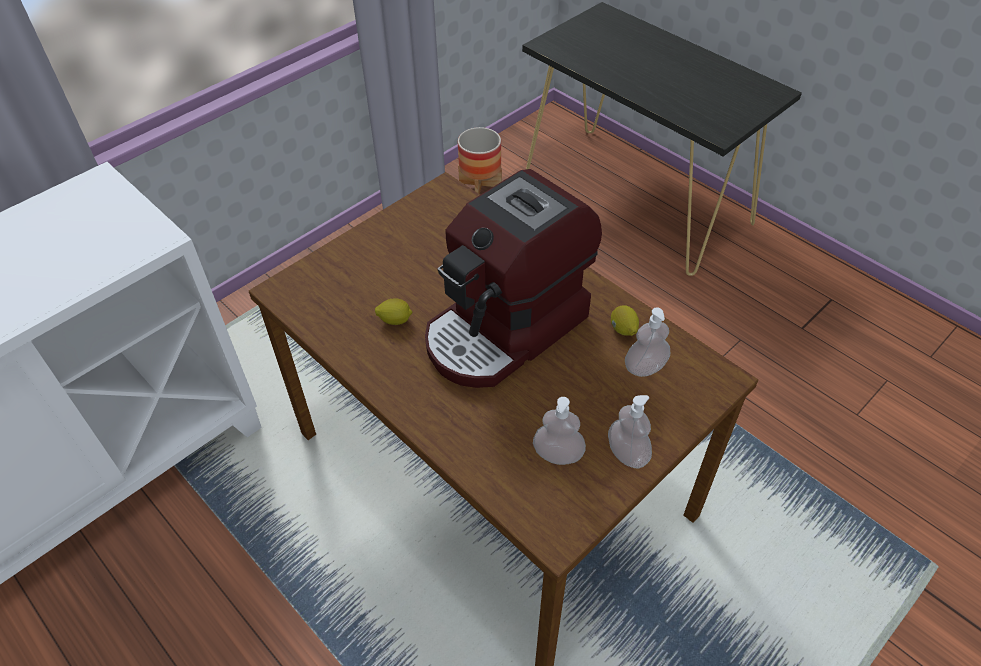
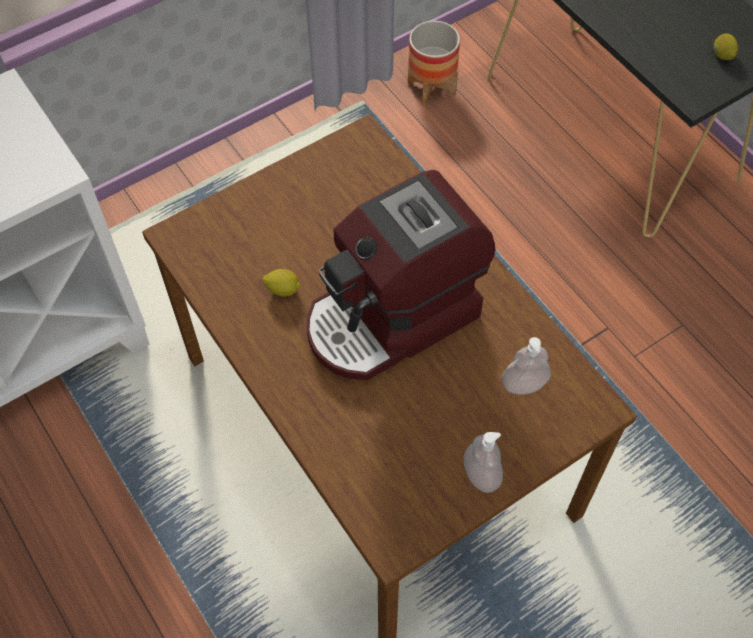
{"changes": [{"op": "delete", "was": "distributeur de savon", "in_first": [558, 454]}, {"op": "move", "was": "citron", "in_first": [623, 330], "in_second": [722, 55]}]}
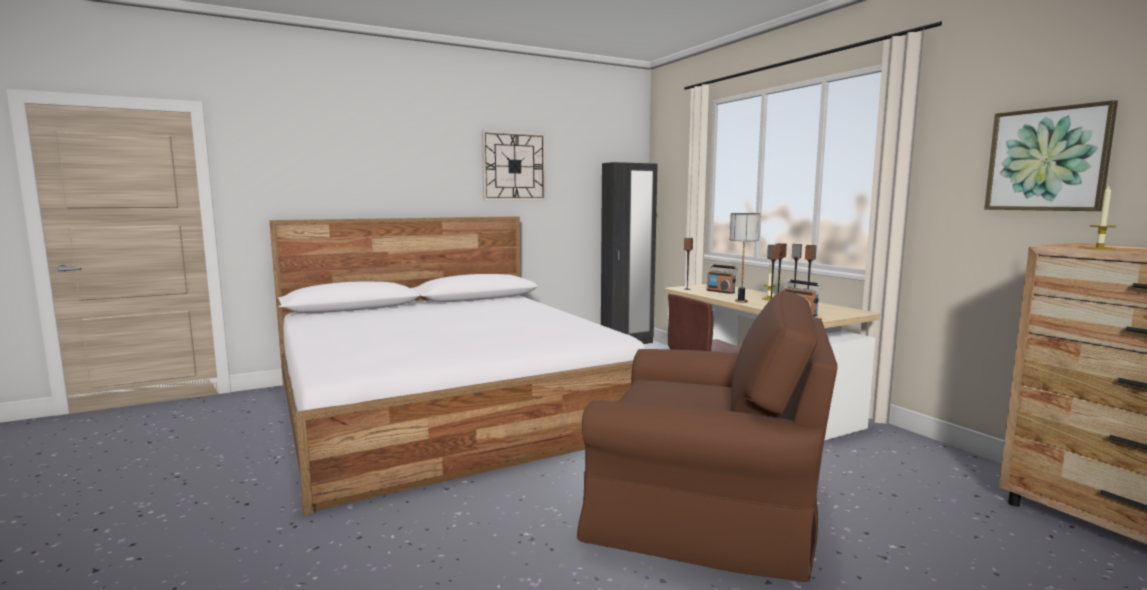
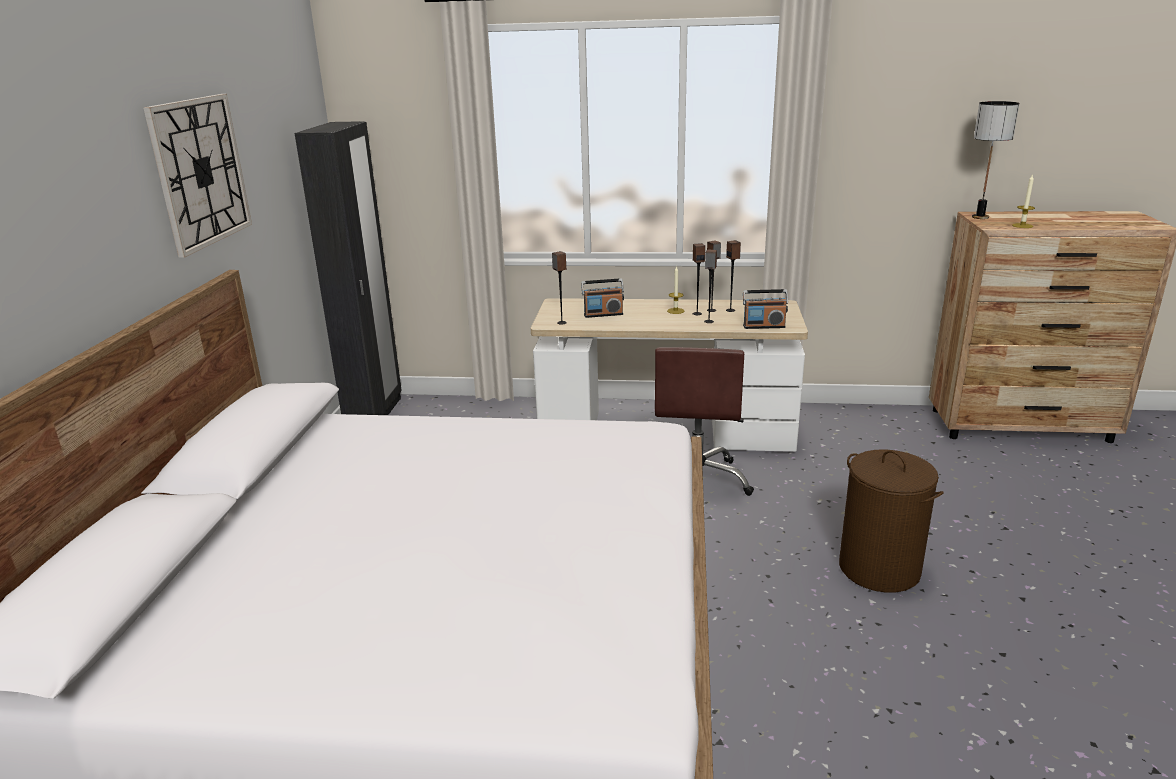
{"changes": [{"op": "replace", "was": "fauteuil [marron]", "now": "panier à linge [marron]", "in_first": [705, 506], "in_second": [880, 569]}, {"op": "move", "was": "lampe de table", "in_first": [741, 301], "in_second": [979, 217]}, {"op": "delete", "was": "tableau", "in_first": [1047, 159]}]}
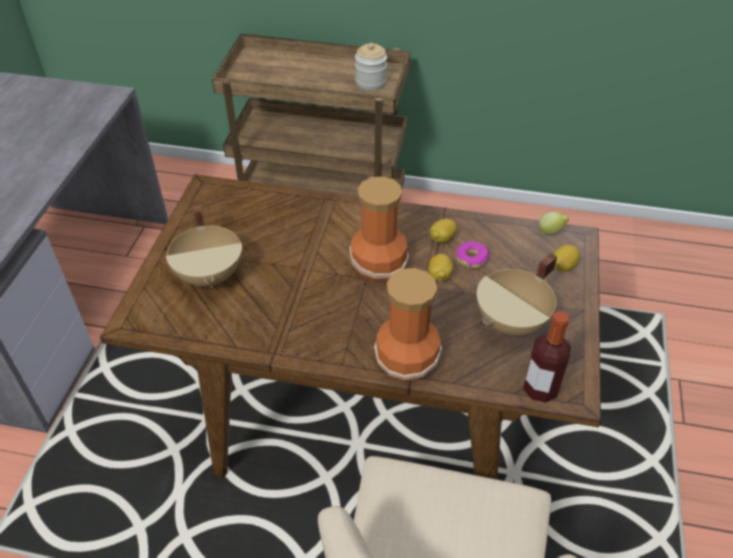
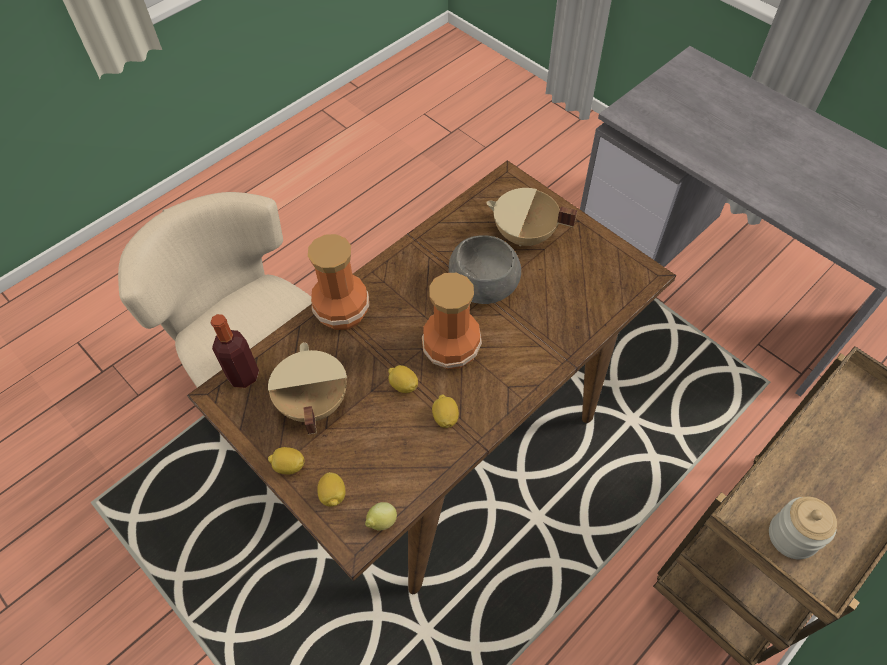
{"changes": [{"op": "delete", "was": "beignet", "in_first": [471, 259]}, {"op": "insert", "now": "citron", "in_second": [289, 466]}, {"op": "insert", "now": "bol [gris]", "in_second": [482, 286]}]}
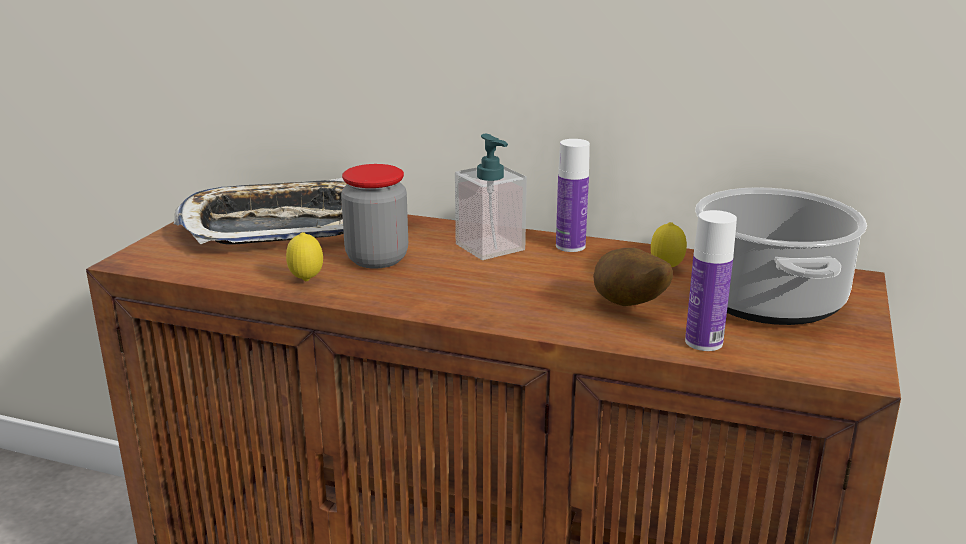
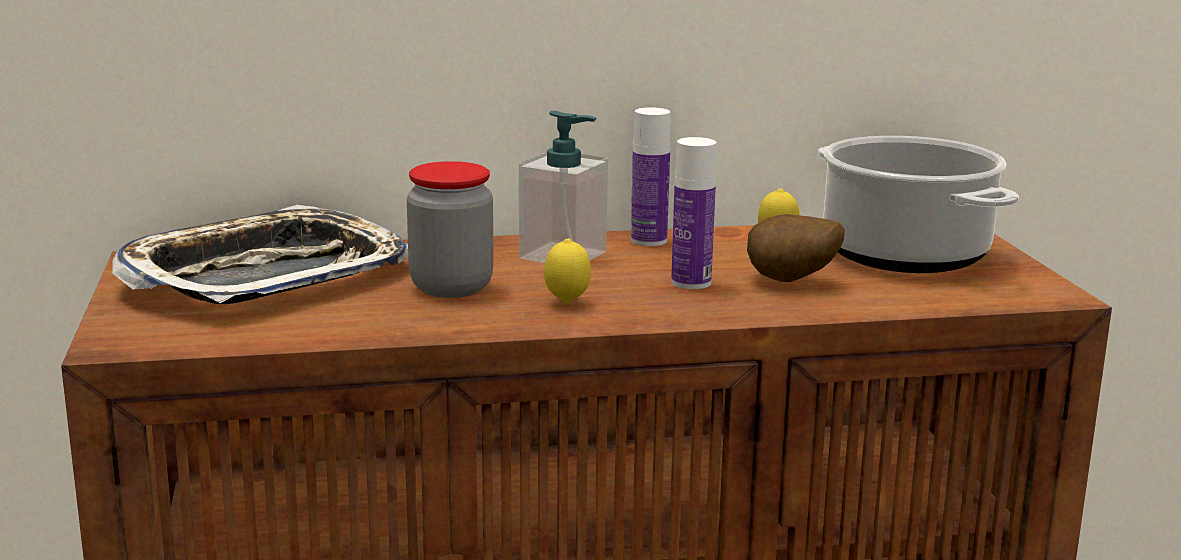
{"changes": [{"op": "move", "was": "citron", "in_first": [306, 281], "in_second": [567, 303]}, {"op": "move", "was": "bouteille", "in_first": [703, 342], "in_second": [691, 282]}]}
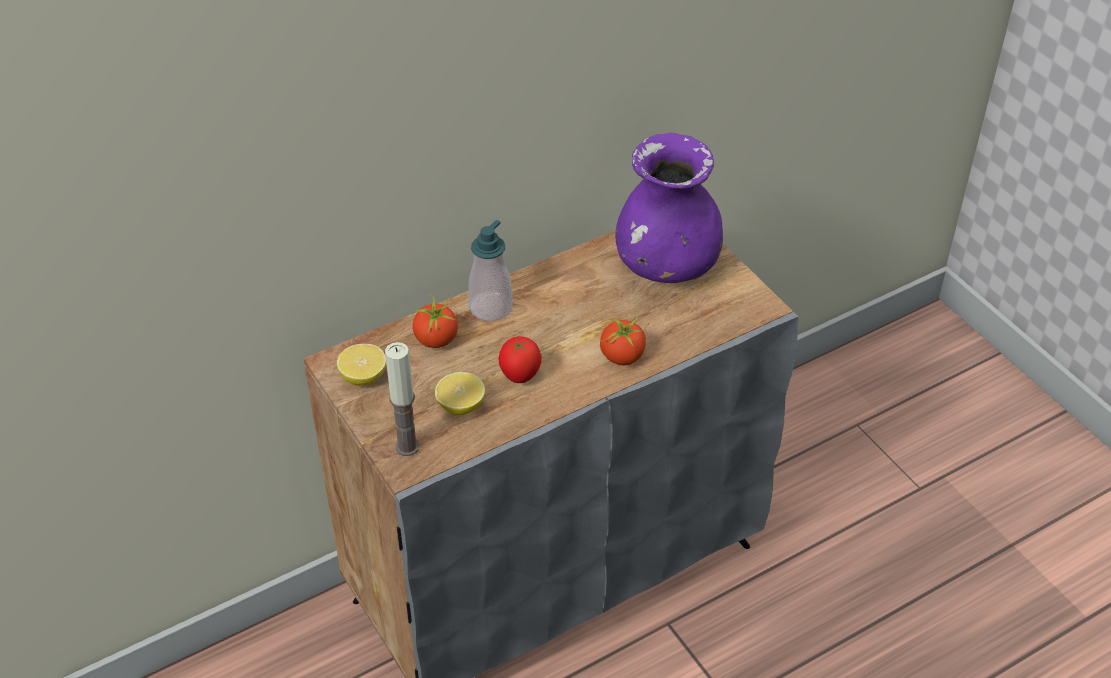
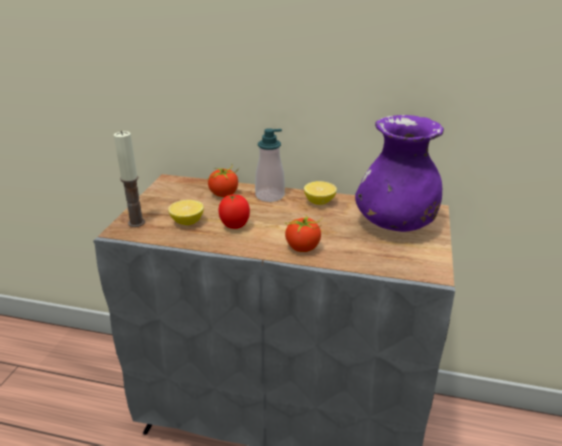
{"changes": [{"op": "move", "was": "citron", "in_first": [363, 377], "in_second": [319, 202]}]}
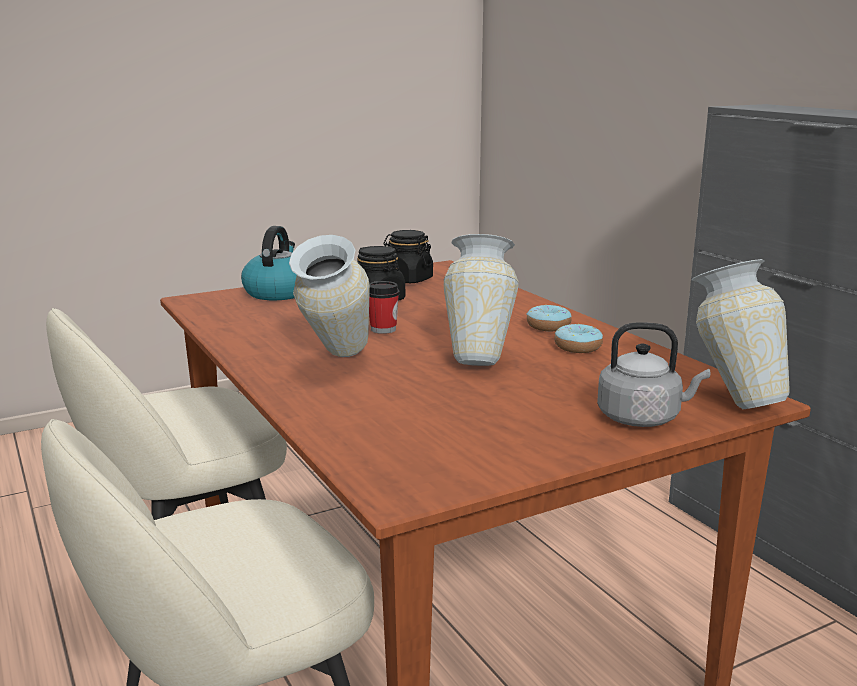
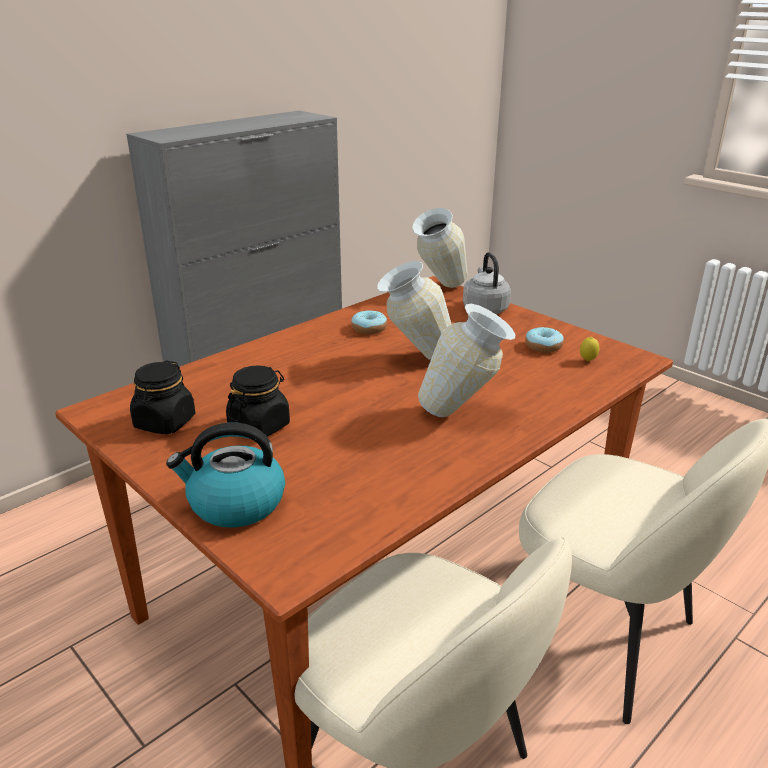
{"changes": [{"op": "delete", "was": "tasse", "in_first": [383, 329]}, {"op": "move", "was": "beignet", "in_first": [548, 326], "in_second": [543, 346]}, {"op": "insert", "now": "citron", "in_second": [587, 361]}]}
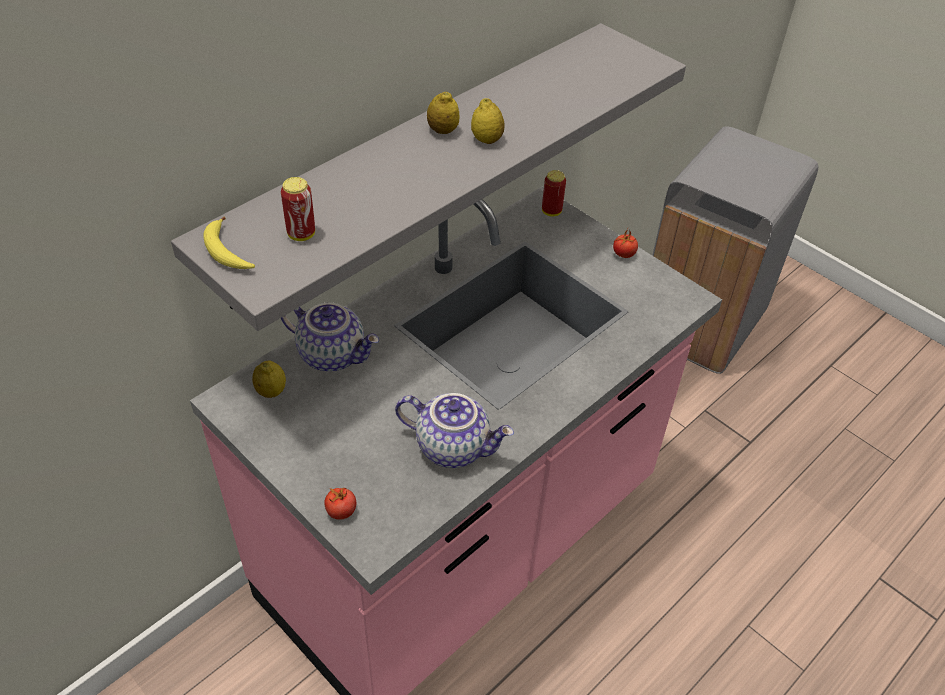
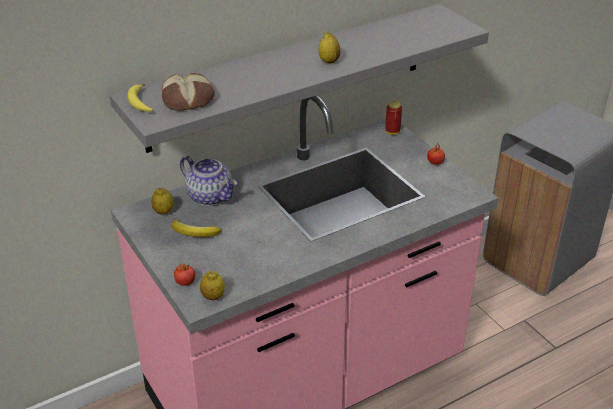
{"changes": [{"op": "replace", "was": "boîte métallique", "now": "pain", "in_first": [301, 234], "in_second": [188, 98]}, {"op": "delete", "was": "théière", "in_first": [454, 446]}, {"op": "move", "was": "citron", "in_first": [442, 131], "in_second": [213, 296]}, {"op": "insert", "now": "banane", "in_second": [194, 233]}]}
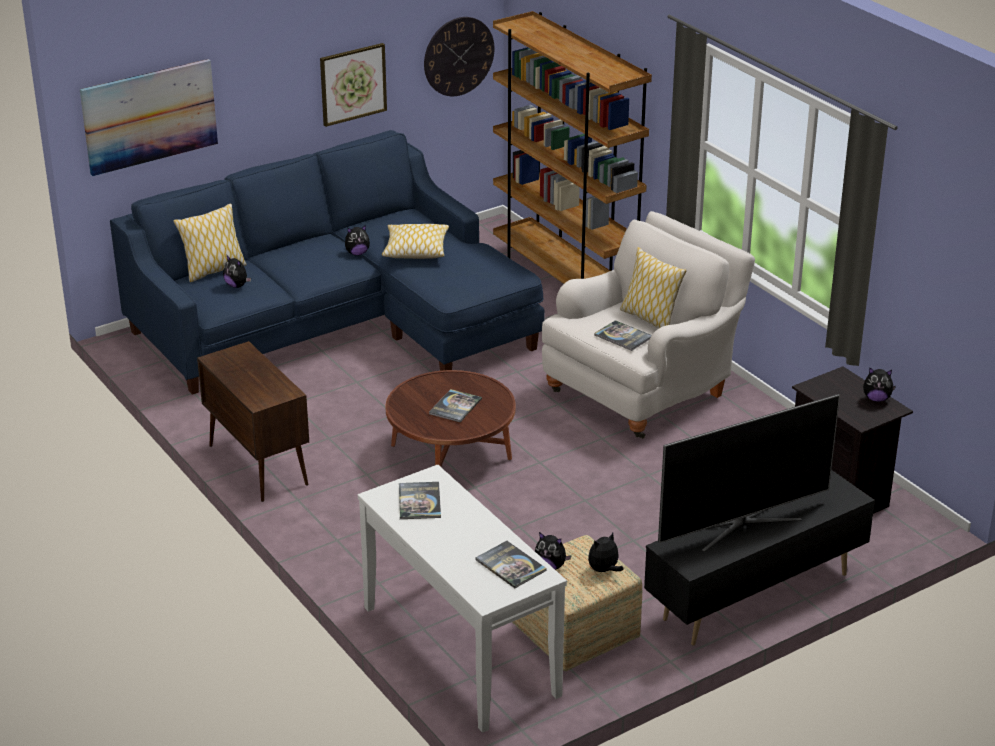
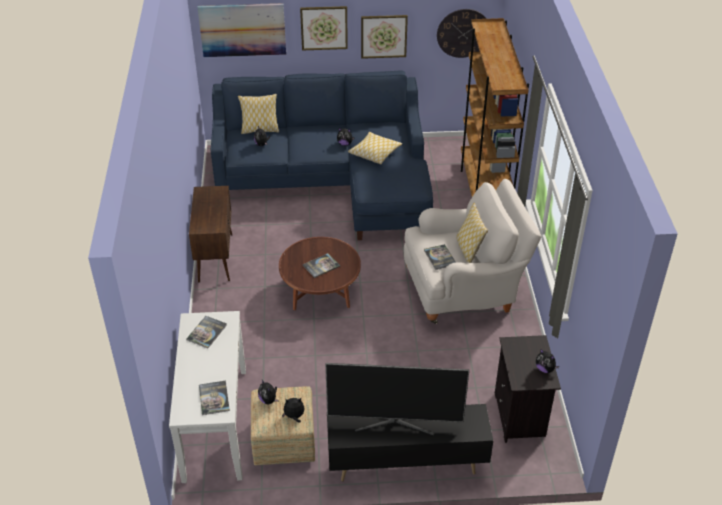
{"changes": [{"op": "insert", "now": "tableau", "in_second": [324, 27]}]}
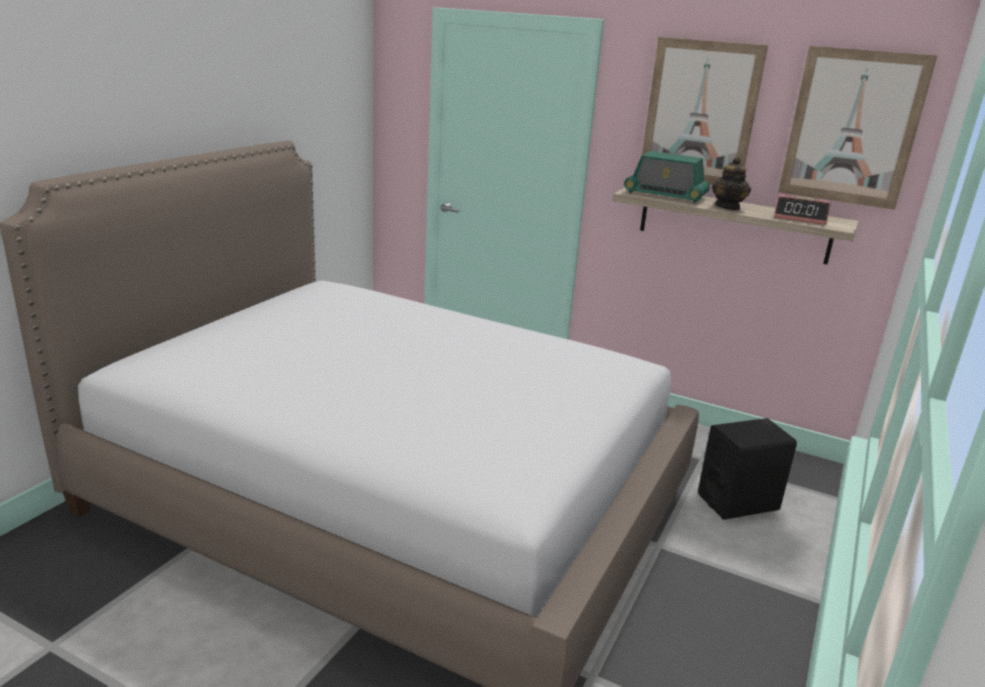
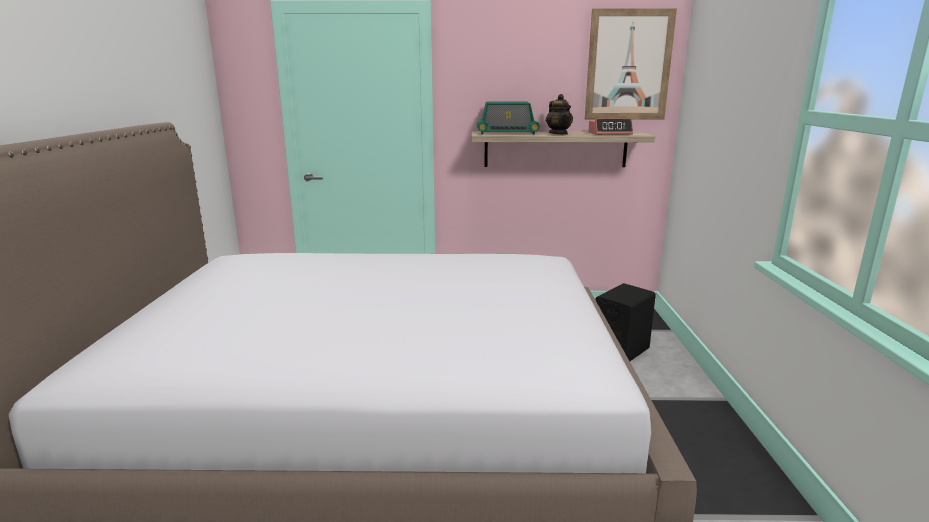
{"changes": [{"op": "delete", "was": "tableau", "in_first": [700, 113]}]}
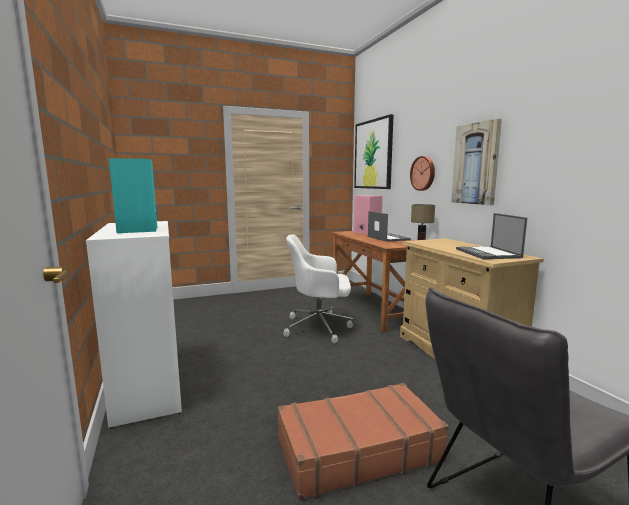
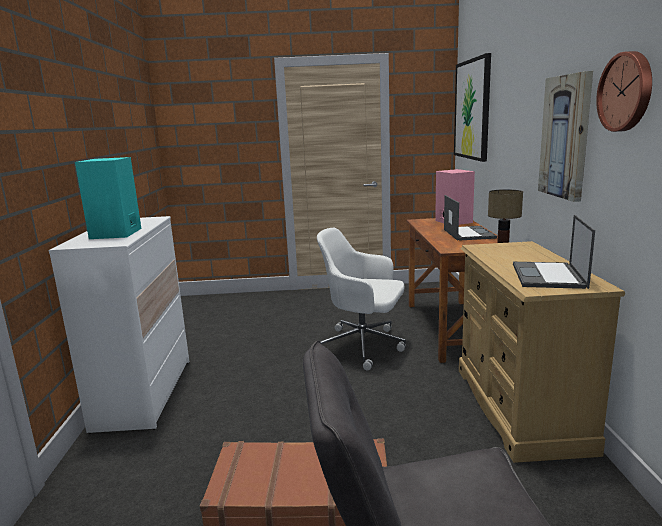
{"changes": [{"op": "move", "was": "horloge murale", "in_first": [423, 173], "in_second": [627, 92]}]}
